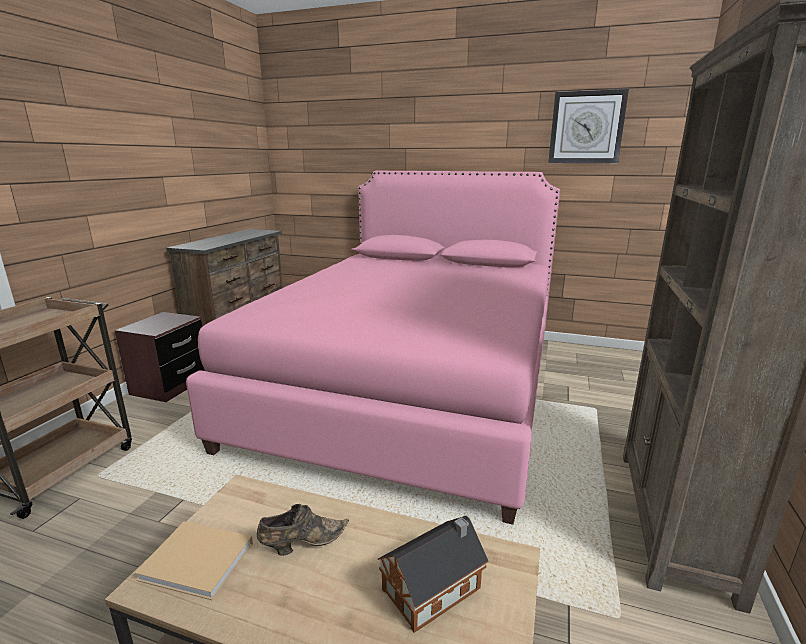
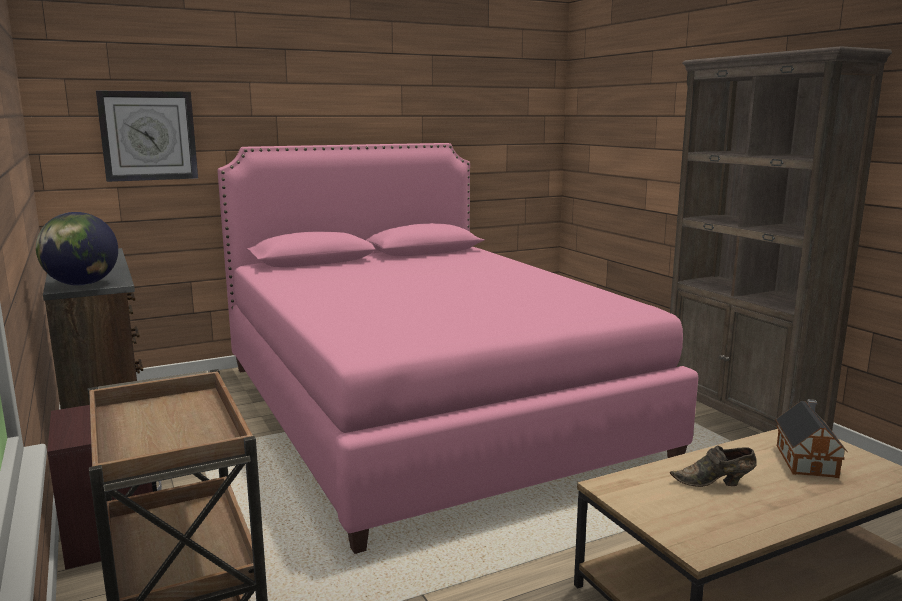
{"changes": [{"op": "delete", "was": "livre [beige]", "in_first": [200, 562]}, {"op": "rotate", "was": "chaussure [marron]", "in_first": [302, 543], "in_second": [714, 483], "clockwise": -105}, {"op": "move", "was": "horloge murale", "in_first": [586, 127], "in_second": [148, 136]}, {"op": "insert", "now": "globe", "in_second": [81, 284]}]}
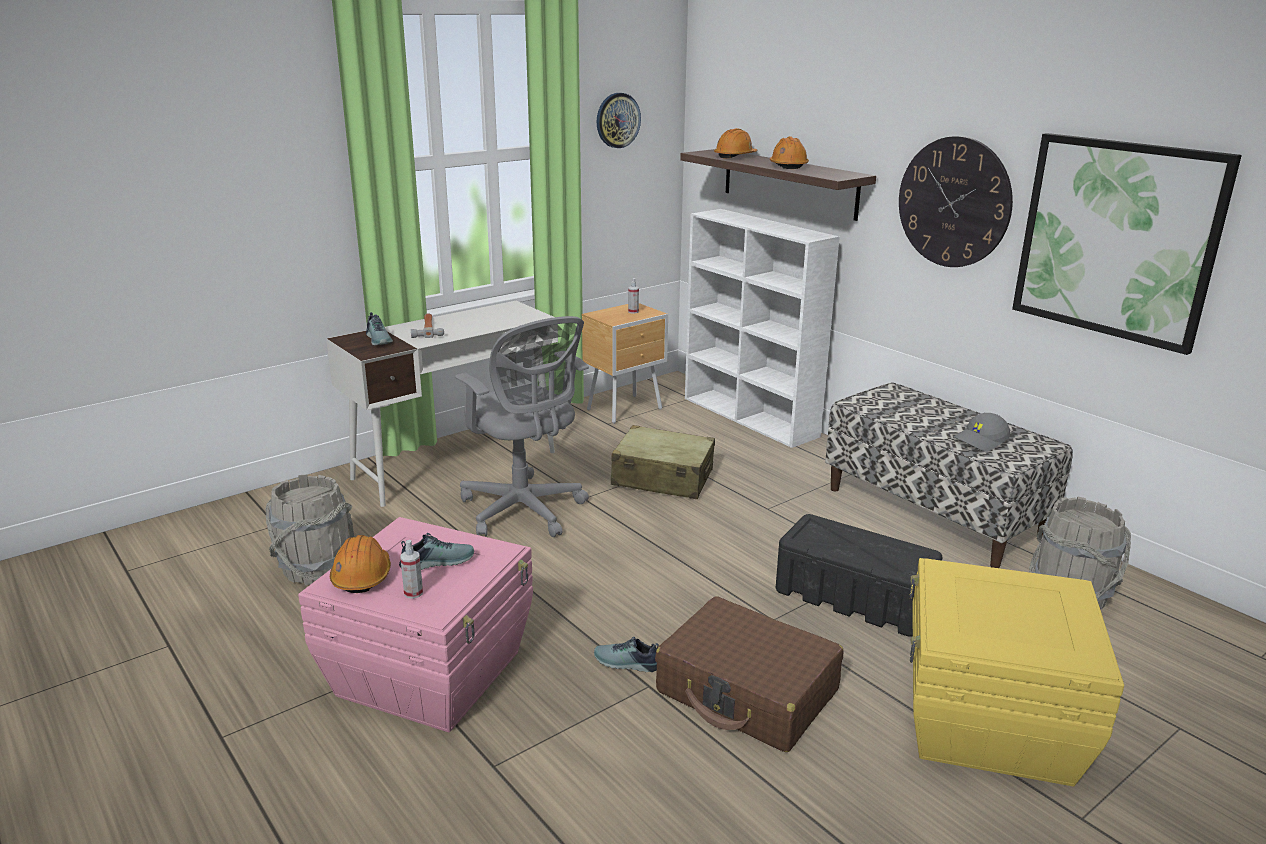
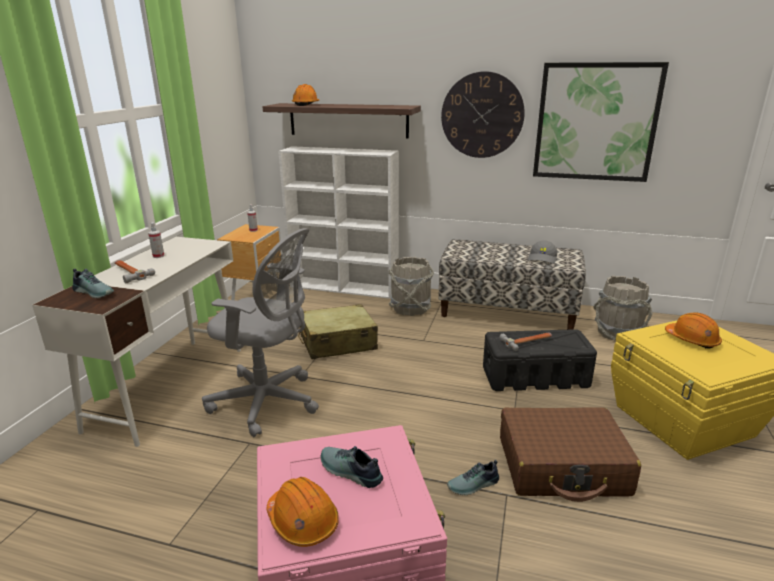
{"changes": [{"op": "move", "was": "seau [gris]", "in_first": [316, 568], "in_second": [410, 308]}, {"op": "rotate", "was": "chaussure", "in_first": [437, 561], "in_second": [349, 472], "clockwise": -90}, {"op": "move", "was": "vaporisateur", "in_first": [413, 593], "in_second": [158, 256]}, {"op": "delete", "was": "horloge murale", "in_first": [617, 120]}, {"op": "move", "was": "casque de chantier [orange]", "in_first": [788, 166], "in_second": [692, 340]}, {"op": "insert", "now": "marteau", "in_second": [528, 341]}]}
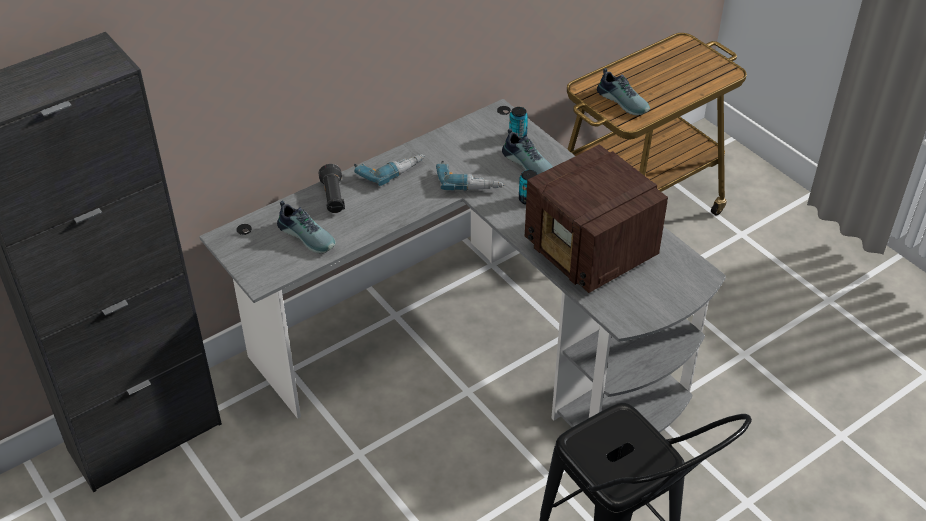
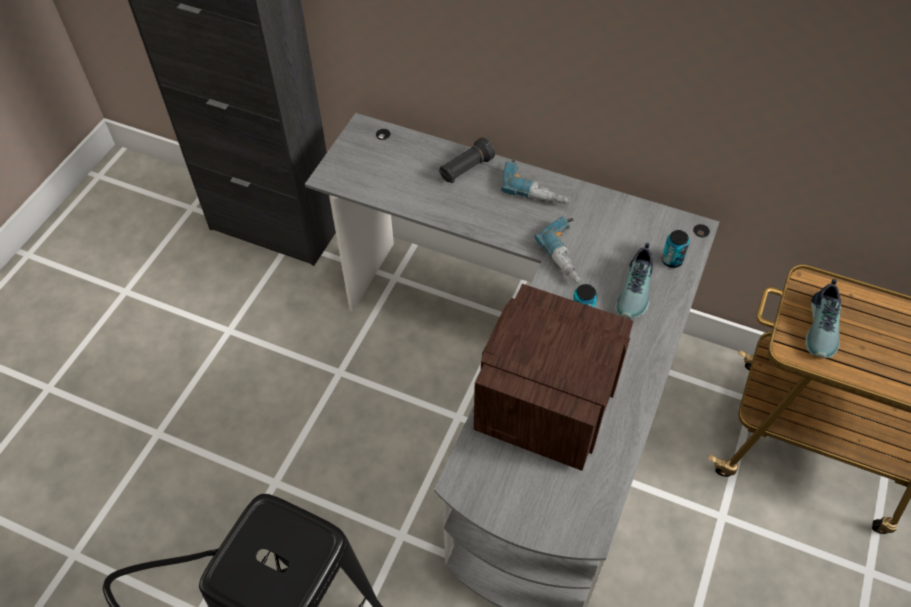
{"changes": [{"op": "delete", "was": "chaussure", "in_first": [308, 235]}]}
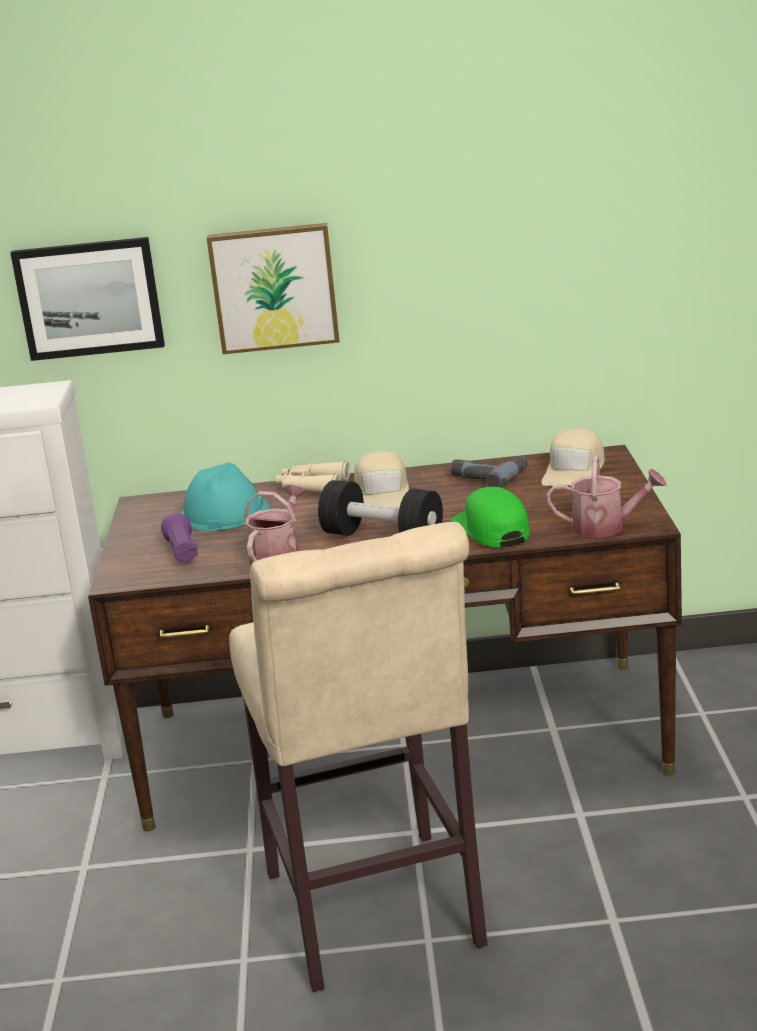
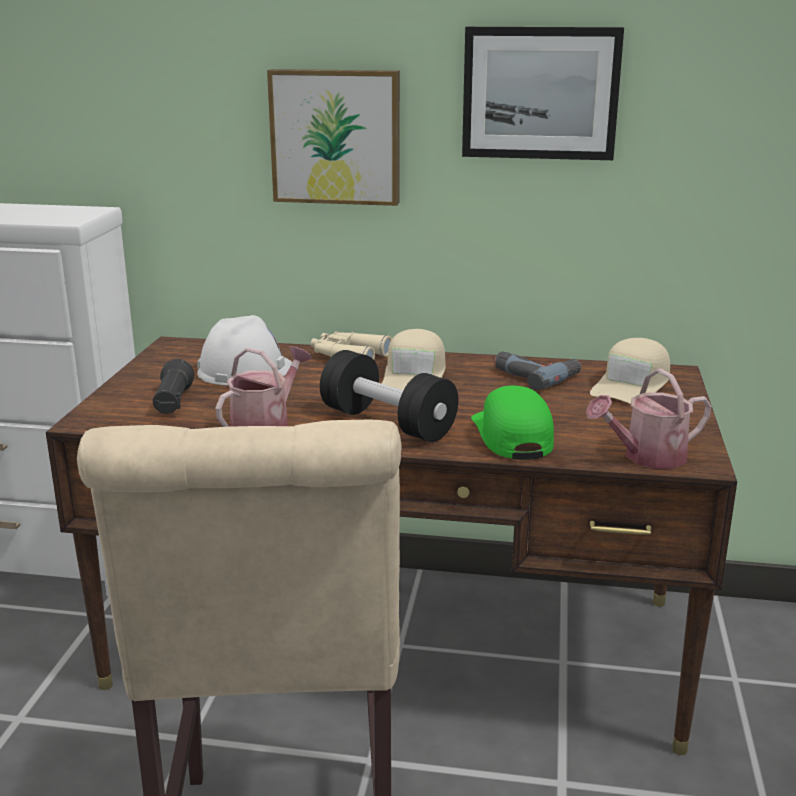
{"changes": [{"op": "move", "was": "tableau", "in_first": [89, 298], "in_second": [540, 93]}, {"op": "recolor", "was": "lampe de poche [violet]", "now": "lampe de poche [noir]", "in_first": [182, 553], "in_second": [173, 403]}, {"op": "recolor", "was": "casque de chantier [turquoise]", "now": "casque de chantier [blanc]", "in_first": [225, 513], "in_second": [245, 369]}, {"op": "rotate", "was": "arrosoir", "in_first": [606, 527], "in_second": [647, 457], "clockwise": 135}]}
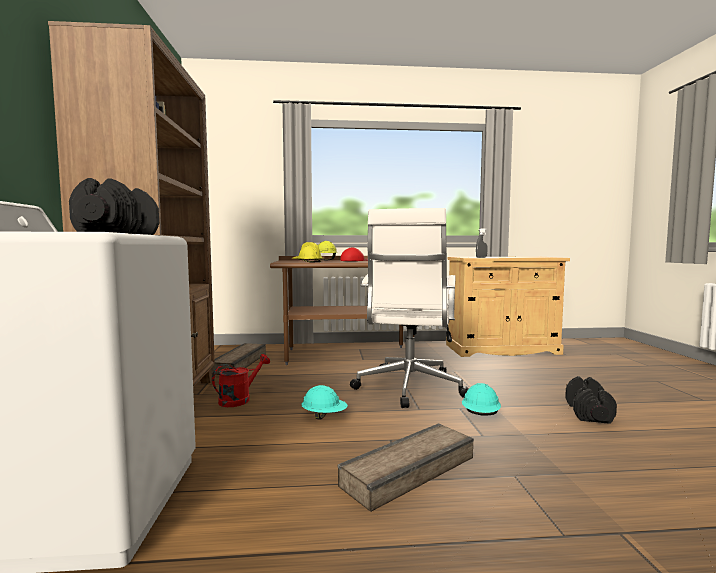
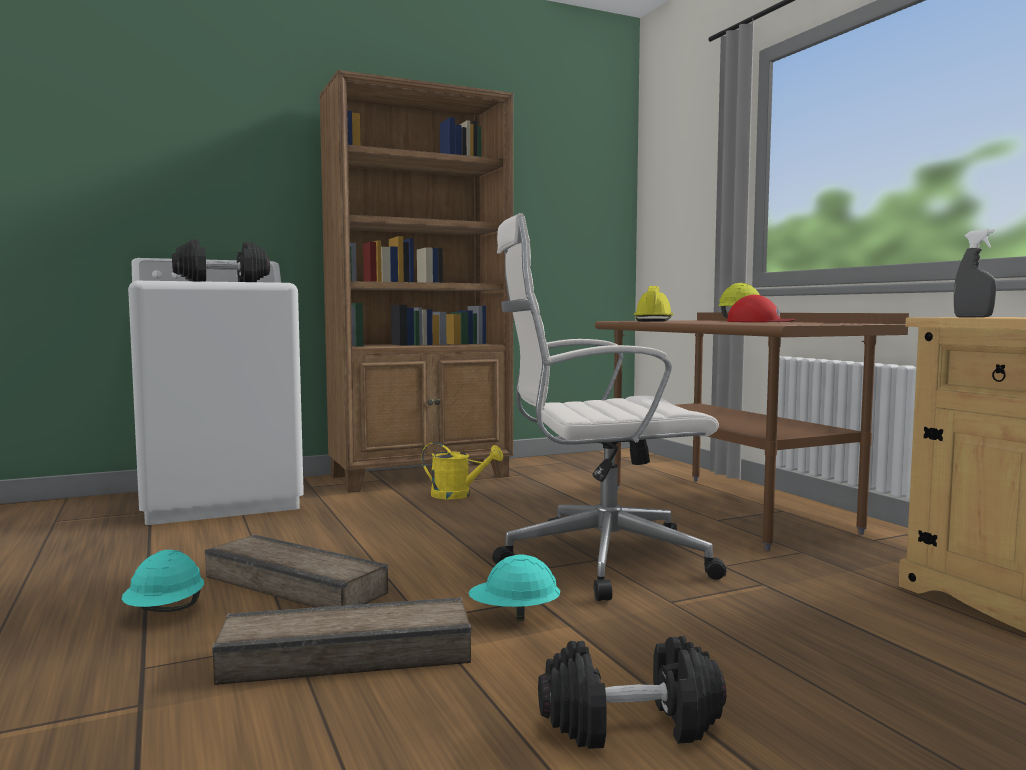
{"changes": [{"op": "move", "was": "caisse", "in_first": [238, 363], "in_second": [346, 653]}, {"op": "recolor", "was": "arrosoir [rouge]", "now": "arrosoir [jaune]", "in_first": [239, 399], "in_second": [458, 495]}, {"op": "move", "was": "casque de chantier [turquoise]", "in_first": [324, 416], "in_second": [165, 612]}]}
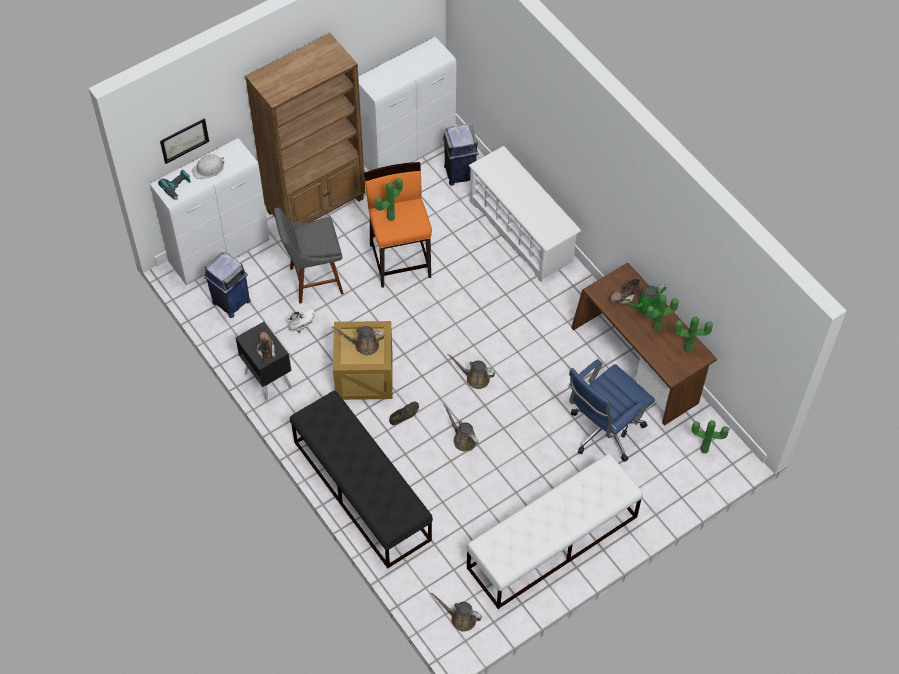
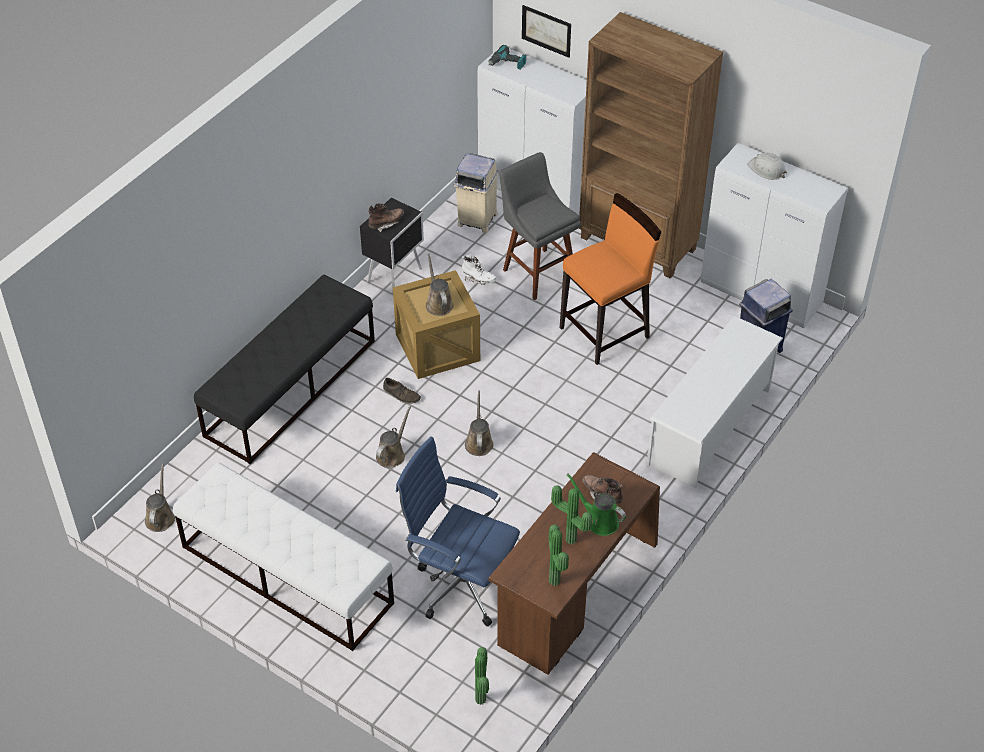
{"changes": [{"op": "move", "was": "casque de chantier [blanc]", "in_first": [208, 168], "in_second": [767, 169]}, {"op": "recolor", "was": "poubelle [bleu]", "now": "poubelle [beige]", "in_first": [230, 302], "in_second": [476, 219]}, {"op": "delete", "was": "plante en pot", "in_first": [389, 217]}]}
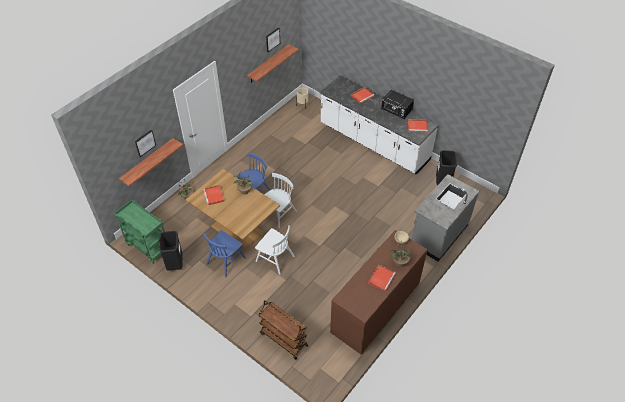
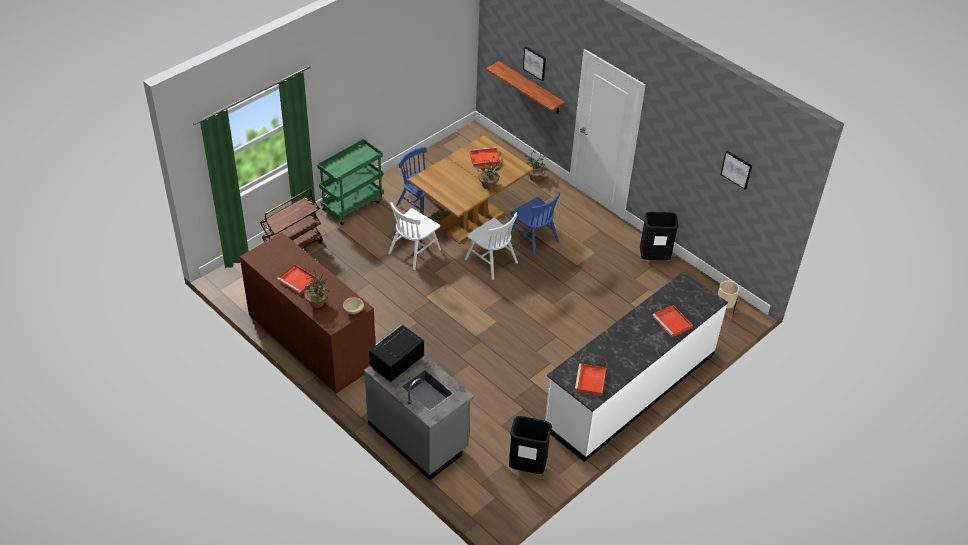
{"changes": [{"op": "move", "was": "chariot [vert]", "in_first": [147, 246], "in_second": [352, 205]}, {"op": "move", "was": "poubelle [noir]", "in_first": [175, 264], "in_second": [654, 258]}, {"op": "delete", "was": "étagère", "in_first": [268, 64]}, {"op": "move", "was": "micro-ondes [noir]", "in_first": [396, 111], "in_second": [396, 364]}]}
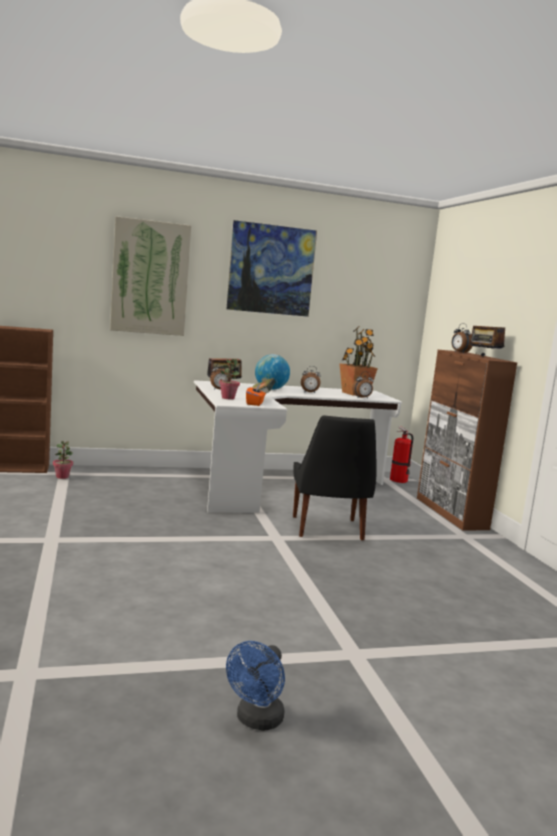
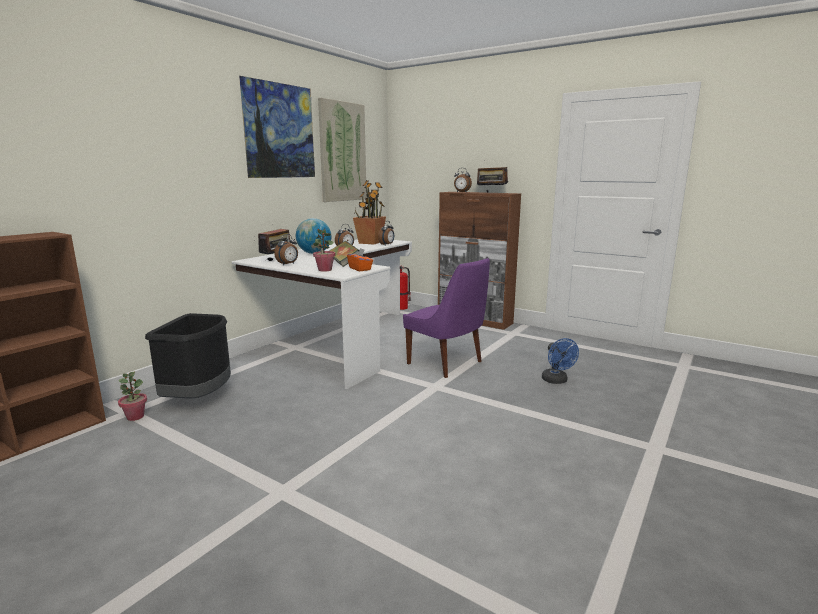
{"changes": [{"op": "move", "was": "tableau", "in_first": [150, 277], "in_second": [342, 152]}, {"op": "move", "was": "ventilateur [bleu]", "in_first": [256, 721], "in_second": [556, 381]}, {"op": "recolor", "was": "chaise [noir]", "now": "chaise [violet]", "in_first": [327, 529], "in_second": [447, 363]}, {"op": "insert", "now": "poubelle [noir]", "in_second": [199, 398]}]}
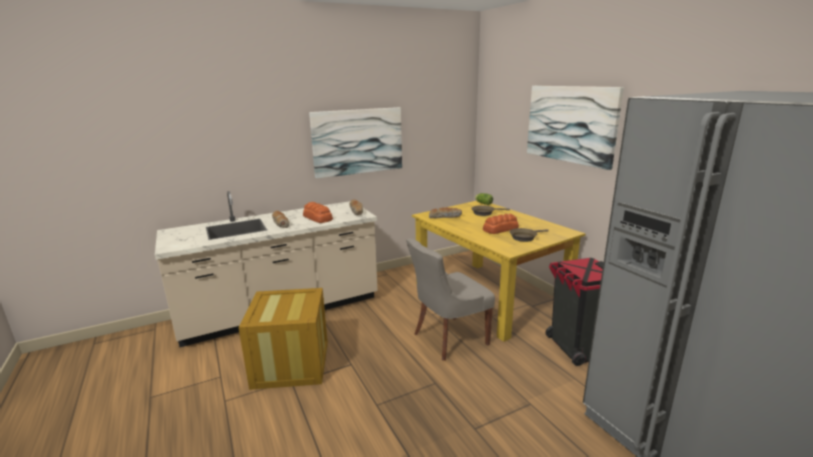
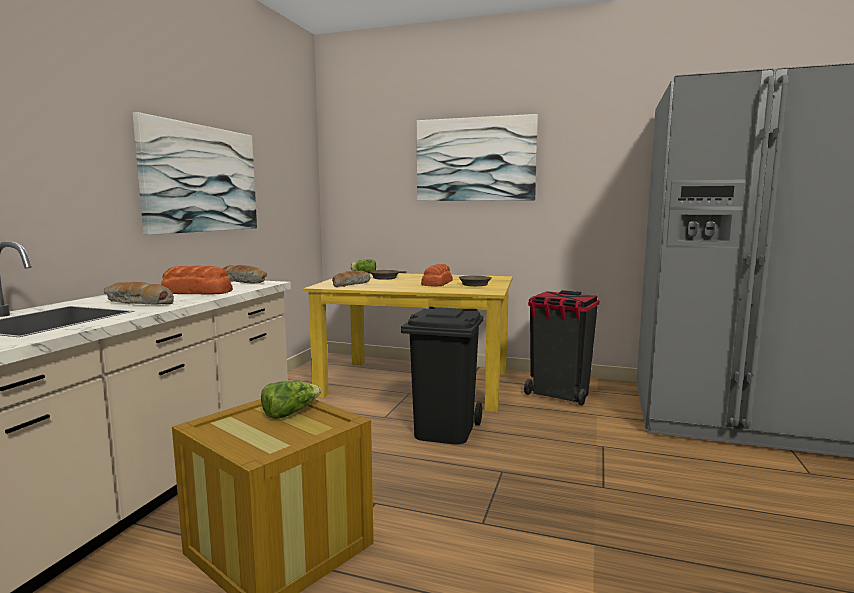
{"changes": [{"op": "replace", "was": "chaise [gris]", "now": "poubelle [noir]", "in_first": [448, 339], "in_second": [443, 430]}, {"op": "insert", "now": "laitue", "in_second": [290, 413]}]}
